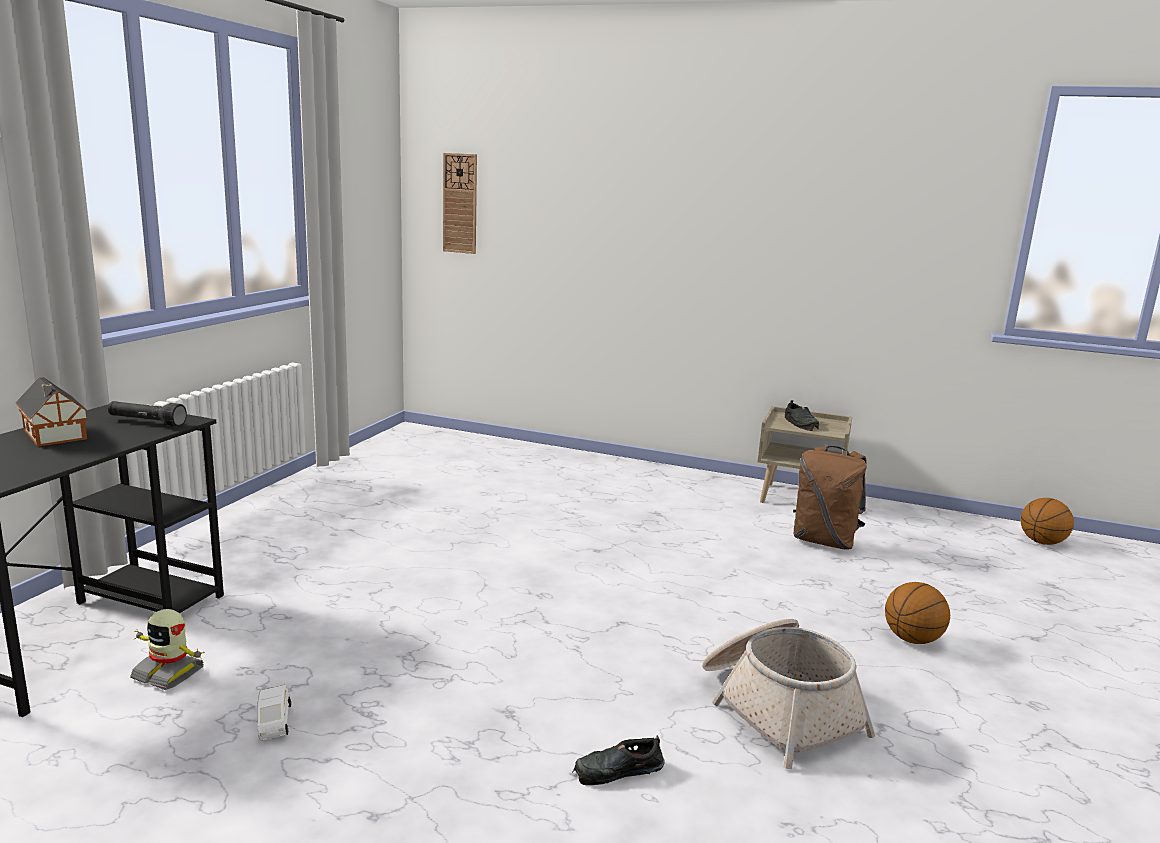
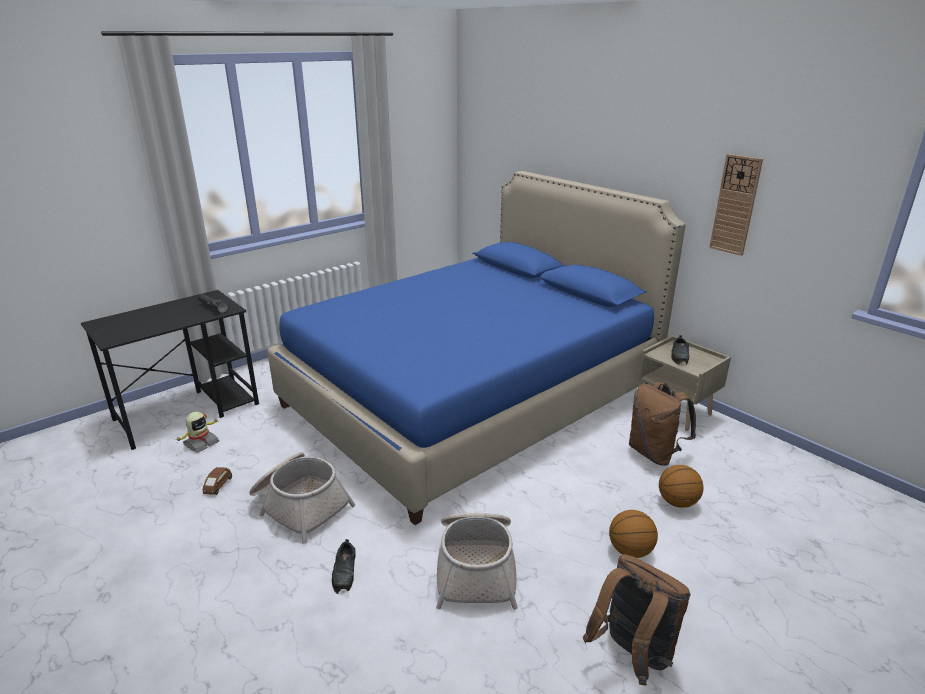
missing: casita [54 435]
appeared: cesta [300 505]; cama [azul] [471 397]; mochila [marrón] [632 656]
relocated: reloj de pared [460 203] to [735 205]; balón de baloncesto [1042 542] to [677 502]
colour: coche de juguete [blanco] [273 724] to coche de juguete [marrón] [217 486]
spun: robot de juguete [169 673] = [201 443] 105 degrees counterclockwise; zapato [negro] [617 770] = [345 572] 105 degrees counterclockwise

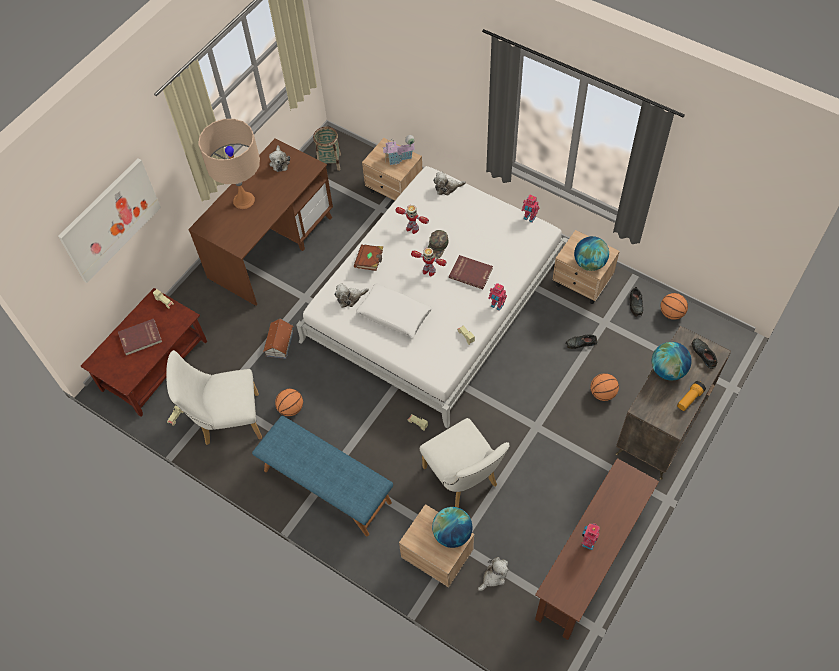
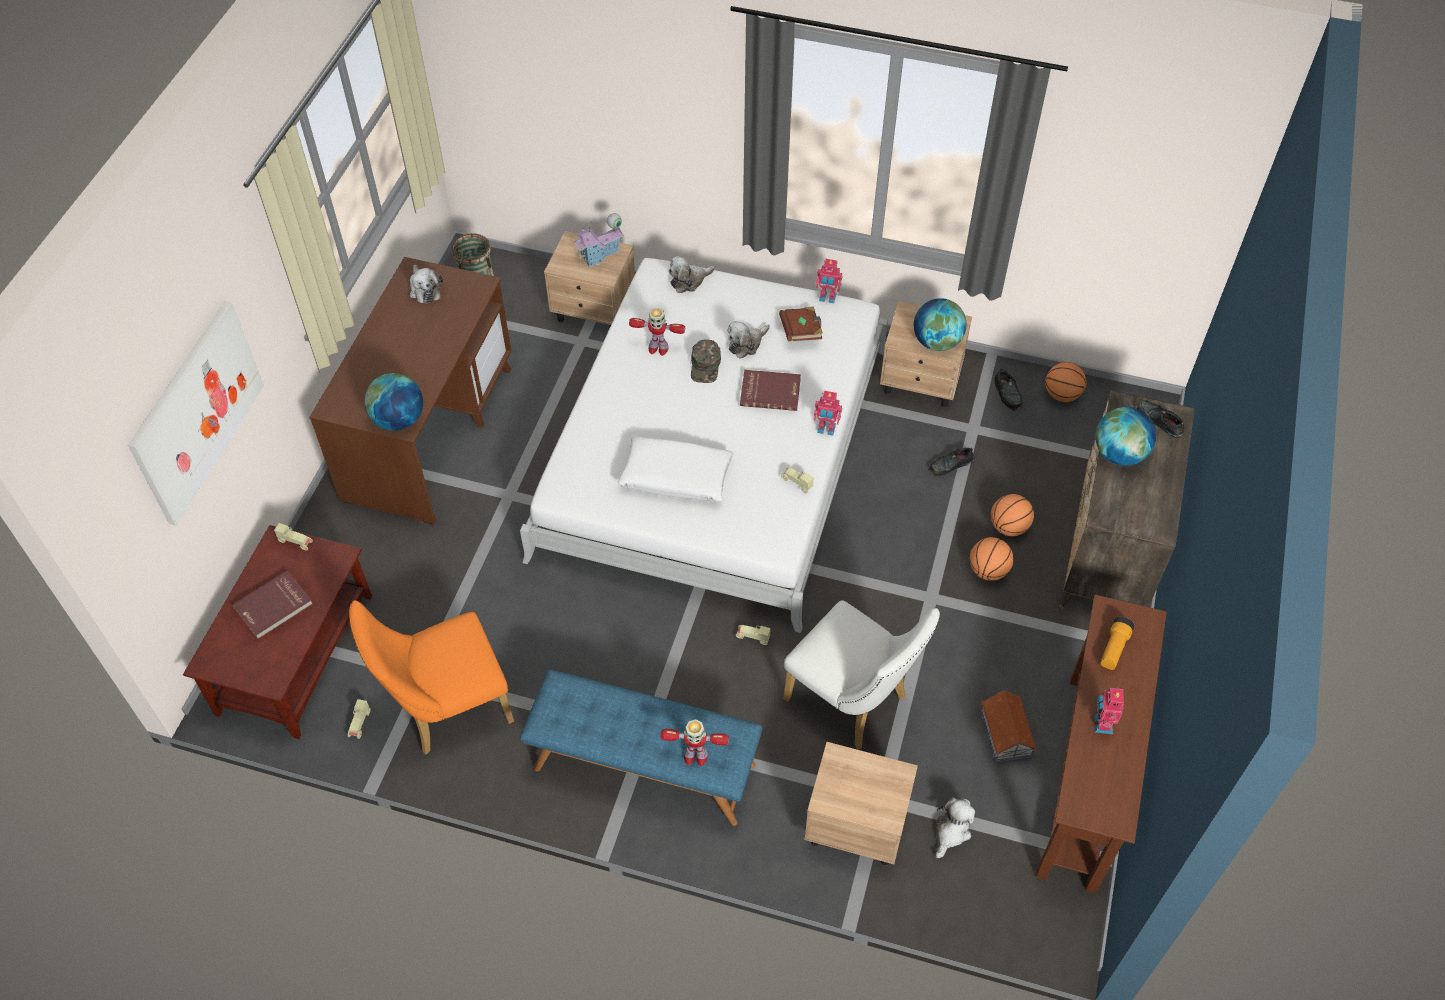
missing: lámpara de mesa [beis] [243 200]
relocated: casita [279 344] to [1005 734]; balón de baloncesto [291 408] to [988 571]; peluche [350 298] to [746 344]; libro [marrón] [370 261] to [801 332]; robot de juguete [428 271] to [695 756]; globo terráqueo [452 534] to [398 420]; linterna [689 399] to [1114 648]
colour: silla [blanco] [227 420] to silla [naranja] [446 708]

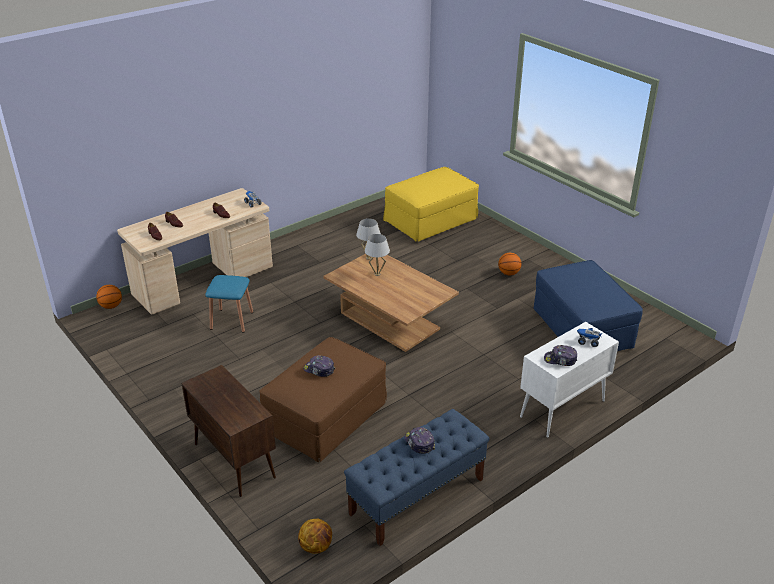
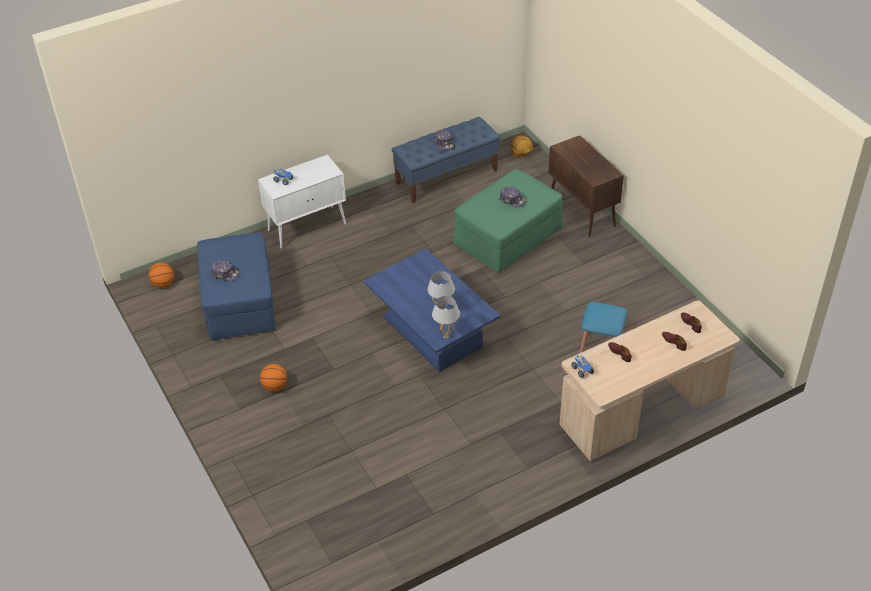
missing: puf [amarillo] [431 221]
relocated: balón de baloncesto [111 306] to [163 284]; gorra [560 360] to [225 274]
colour: puf [marrón] [326 418] to puf [verde] [507 238]; mesa de centro [marrón] [390 321] to mesa de centro [azul] [431 331]

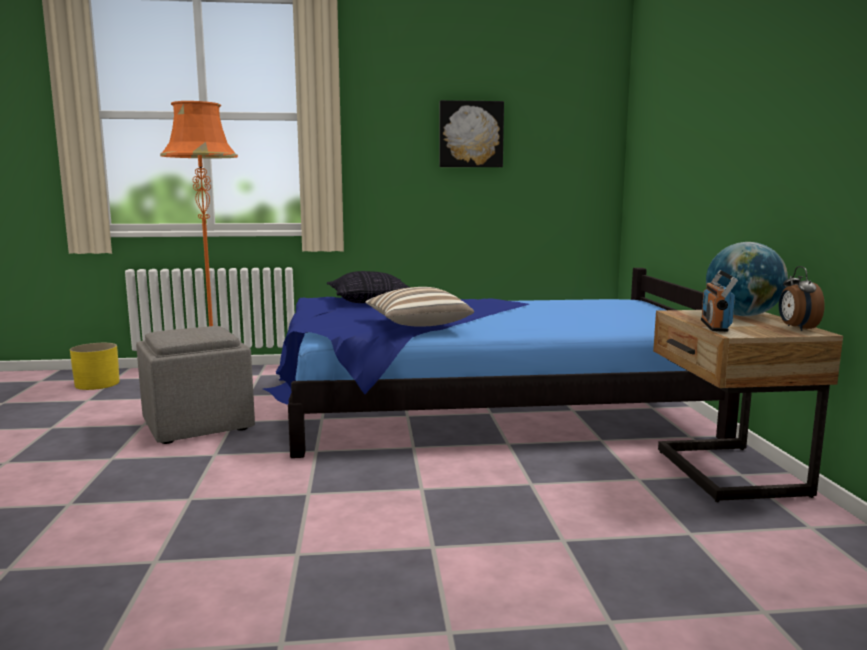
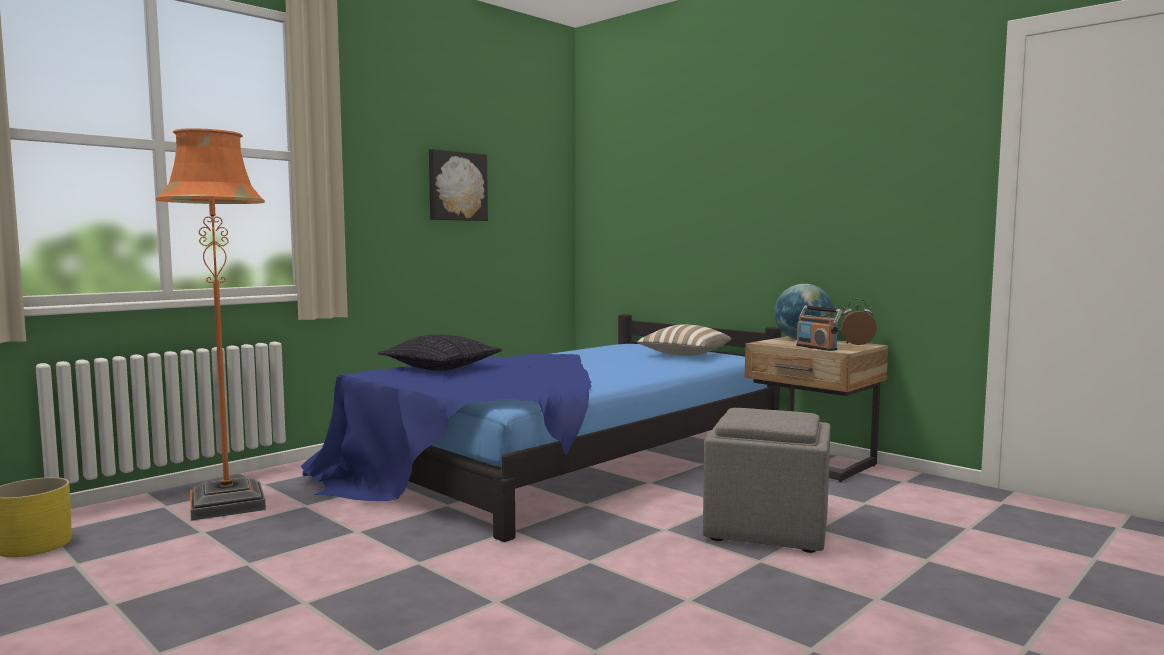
relocated: puf [gris] [198 424] to [766 528]; cojín [417 325] to [684 355]
spun: despertador [796 328] = [856 344] 135 degrees clockwise

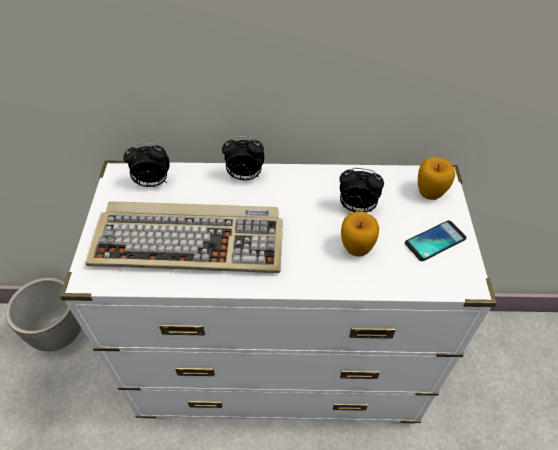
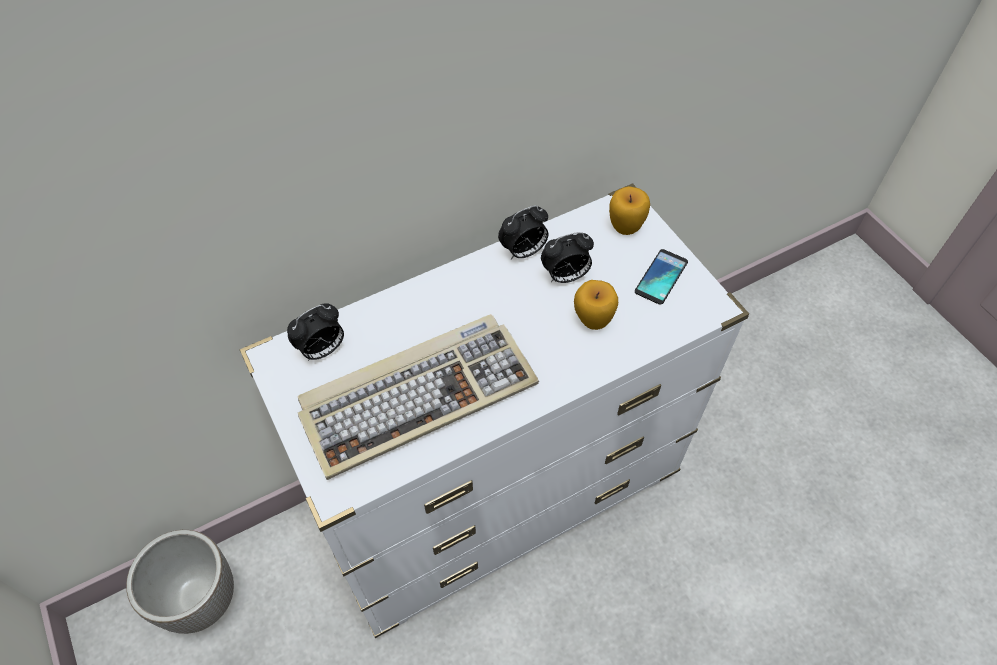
relocated: despertador [244 176] to [523 252]

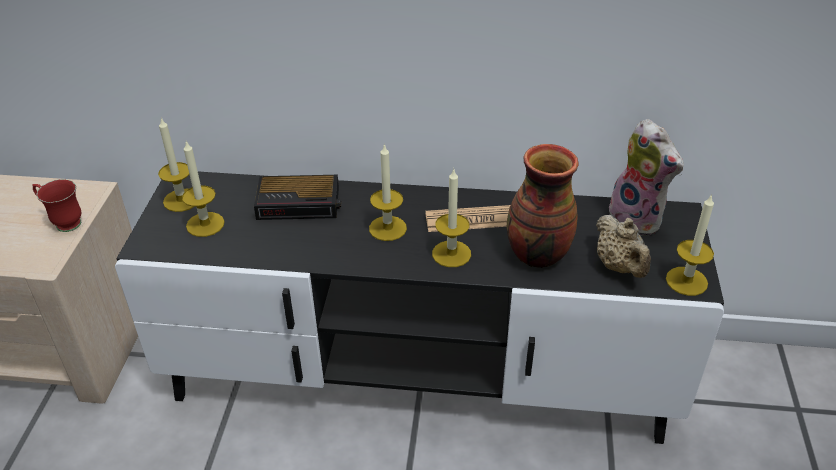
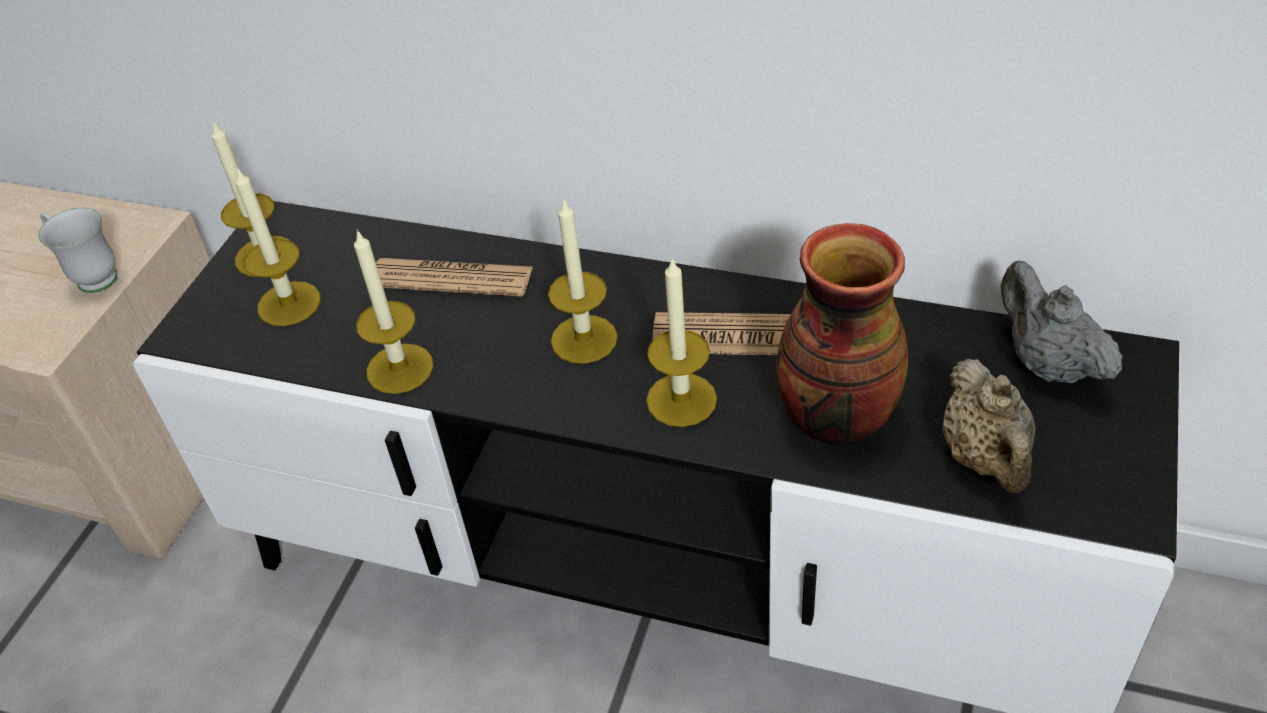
relocated: vela [686 281] to [400 368]
exchanged: despertador [300 203] to periódico [451 278]; peluche [638 219] to tetera [gris] [1047 363]
colour: taza grande [rojo] [63 222] to taza grande [blanco] [90 276]

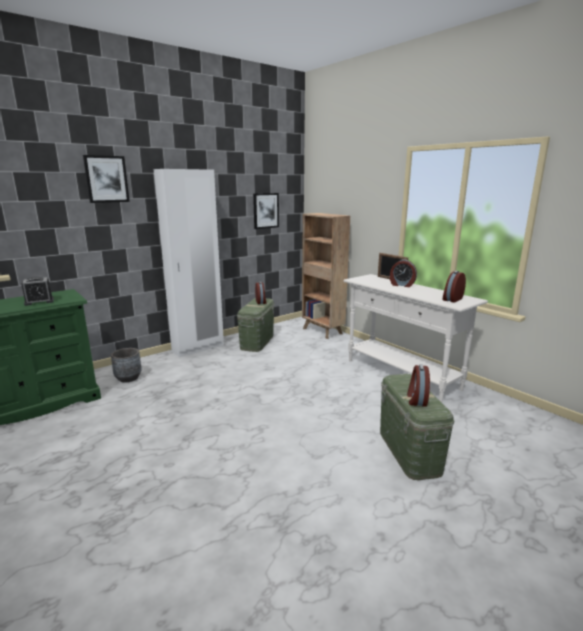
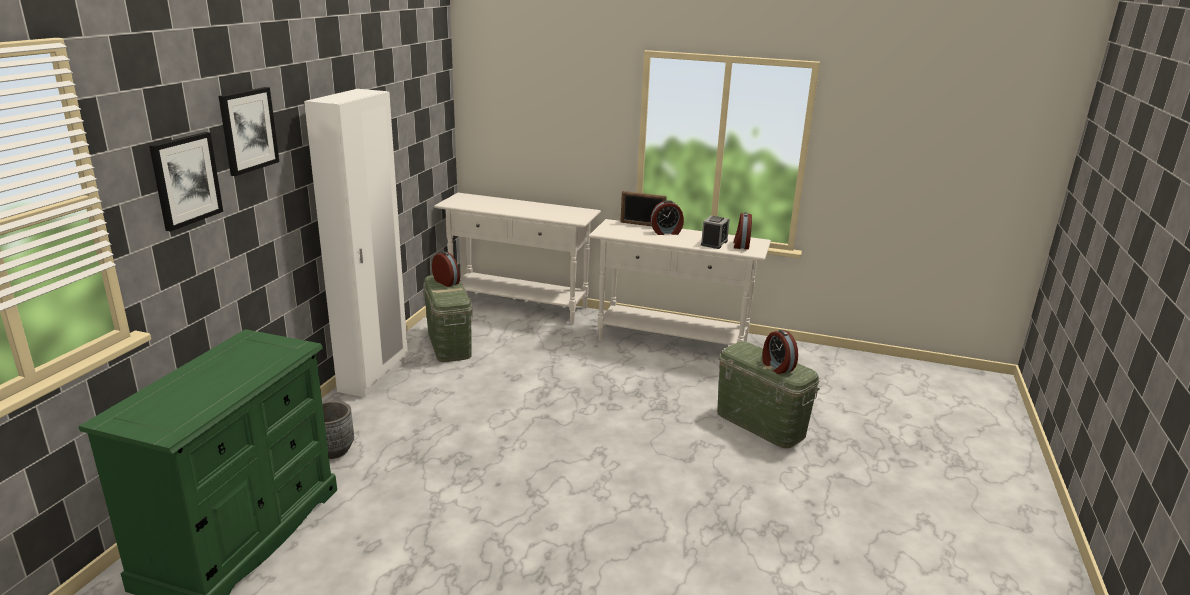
relocated: despertador [39 301] to [714 243]; cuadro [265 210] to [186 180]
exchanged: estantería [marrón] [323 331] to mesa consola [blanco] [519 306]

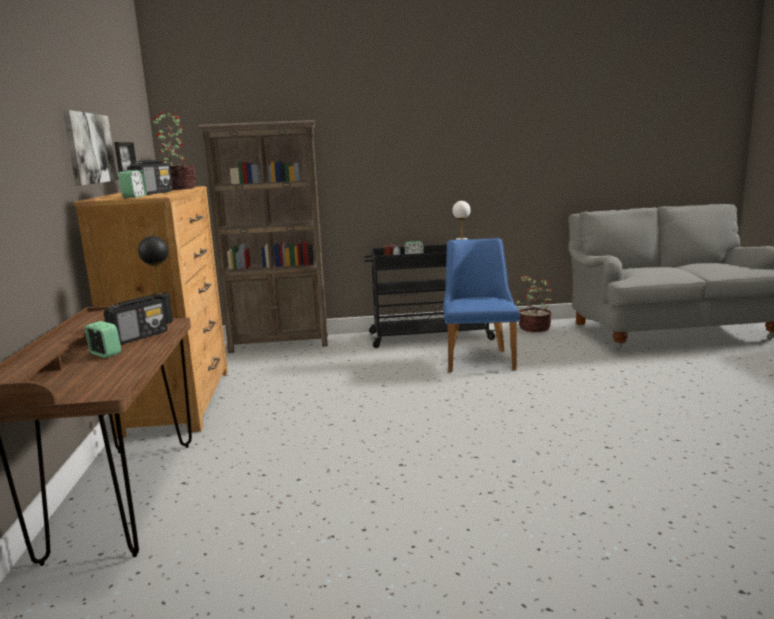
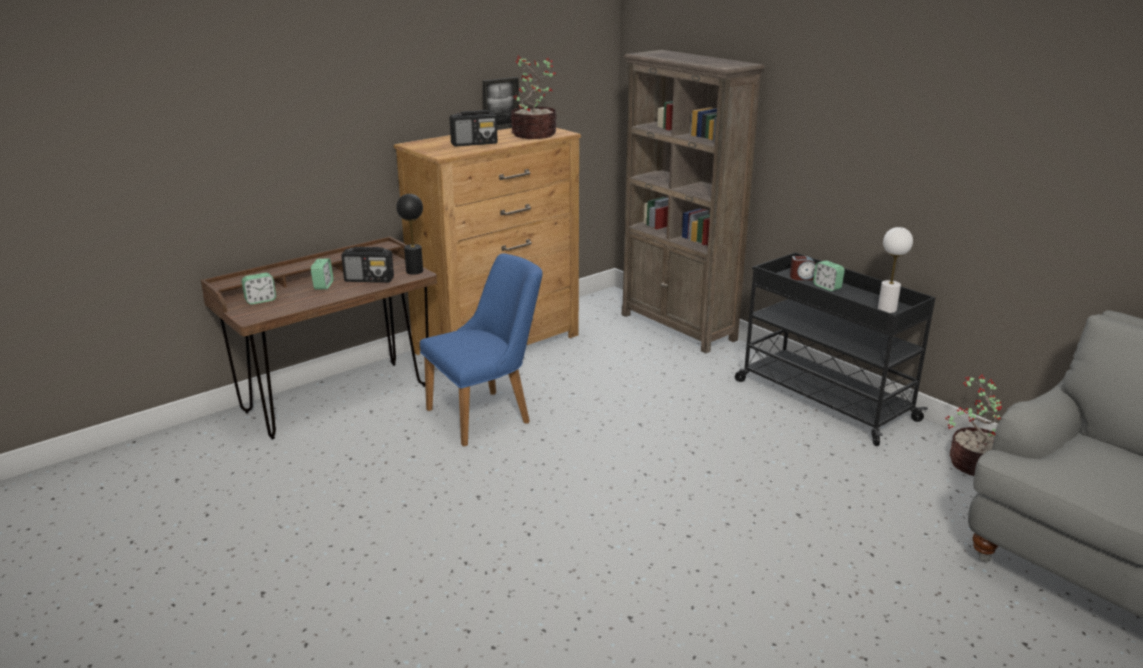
missing: cuadro [89 148]
relocated: despertador [134 197] to [260 300]; silla [azul] [478 358] to [488 414]

